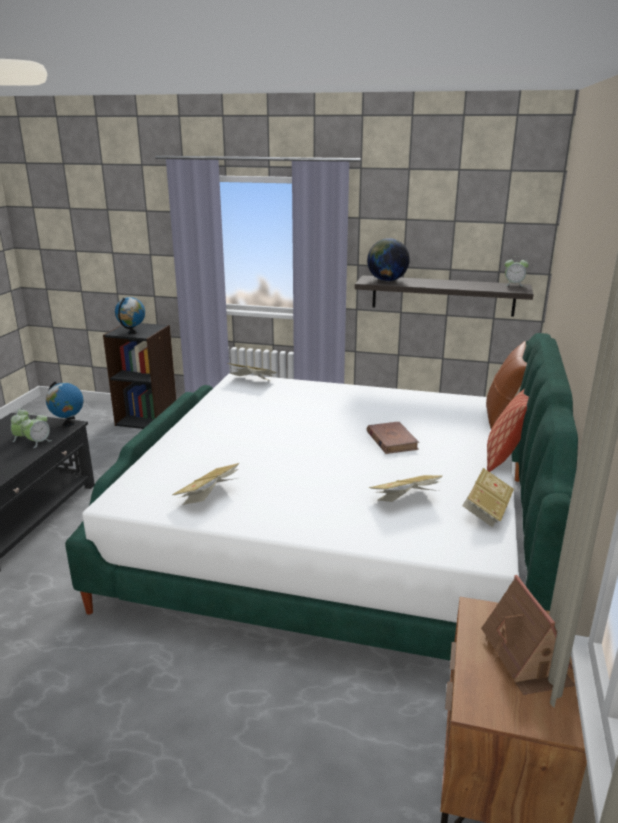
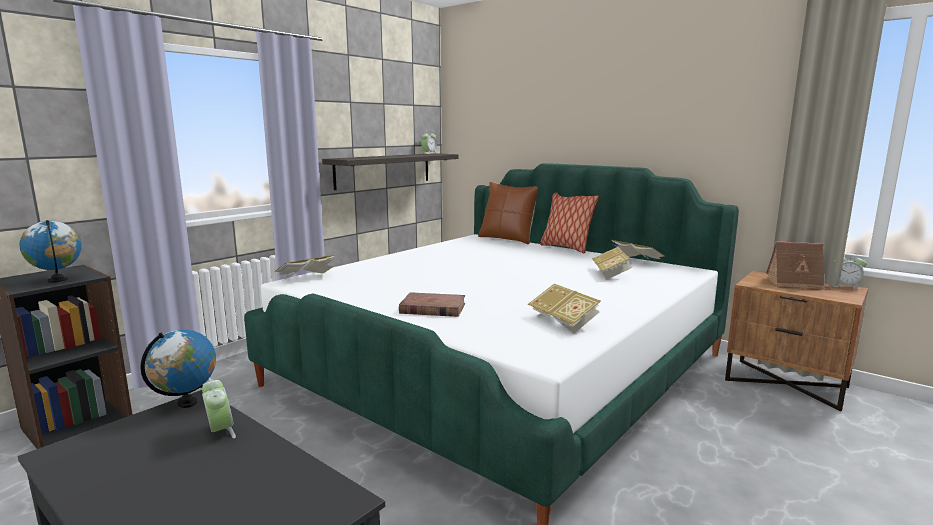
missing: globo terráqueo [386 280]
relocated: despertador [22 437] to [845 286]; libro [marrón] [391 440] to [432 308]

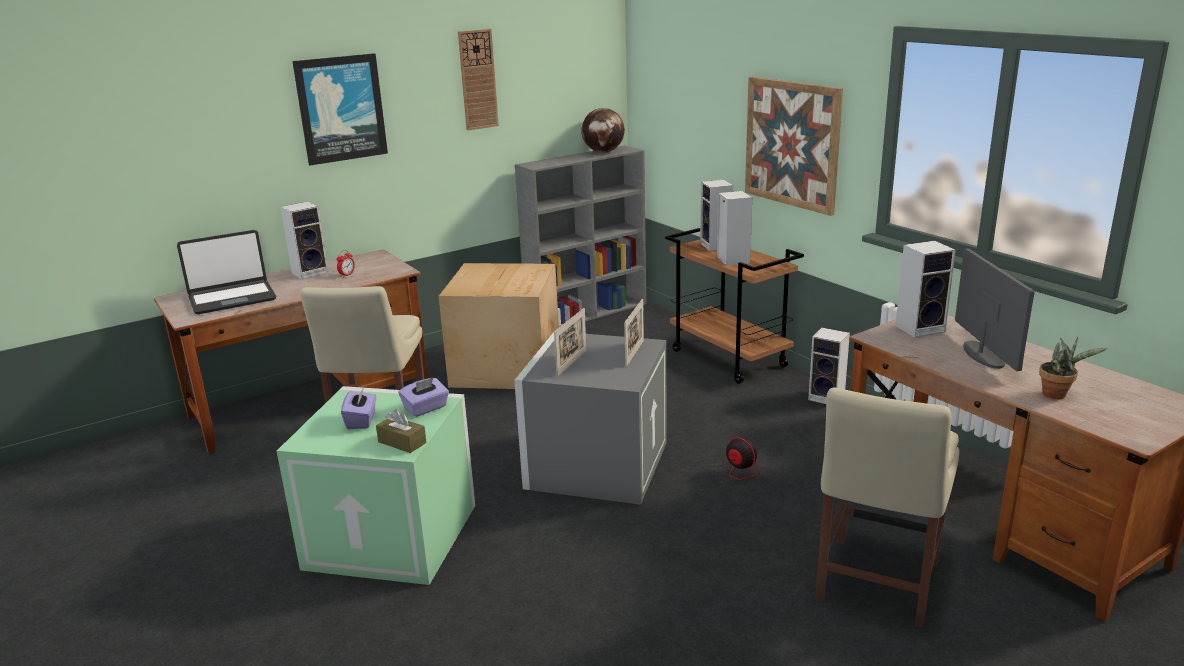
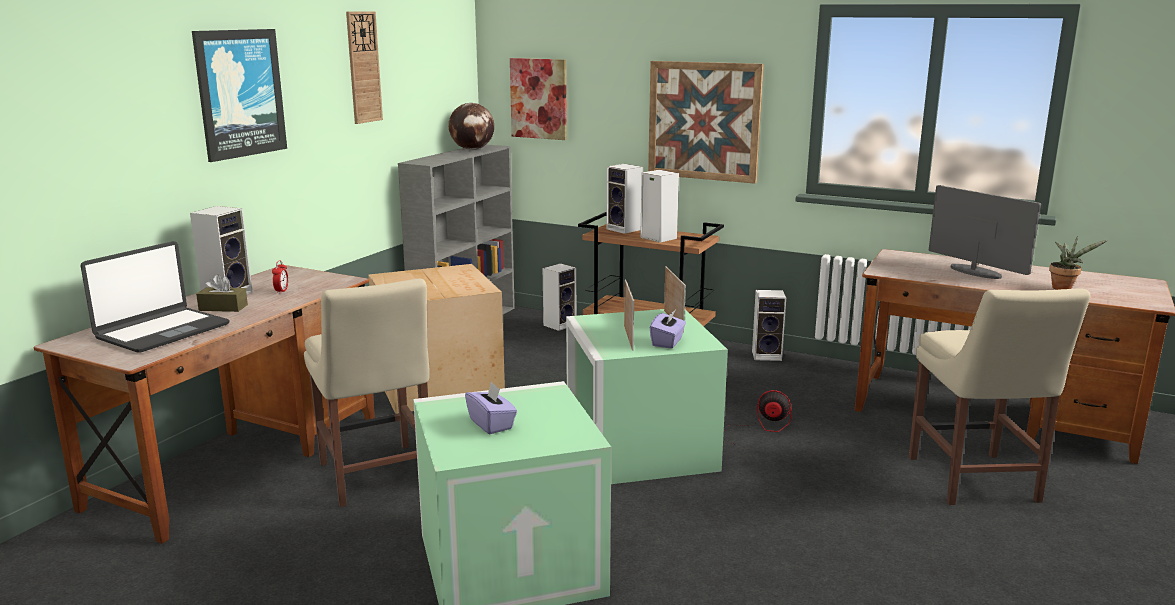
appeared: cuadro [539 98]
relocated: caja de pañuelos [marrón] [402 442] to [223 307]; caja de pañuelos [morado] [426 409] to [667 342]; altavoz [921 328] to [560 324]
colour: caja de almacenaje [gris] [596 463] to caja de almacenaje [verde] [637 448]

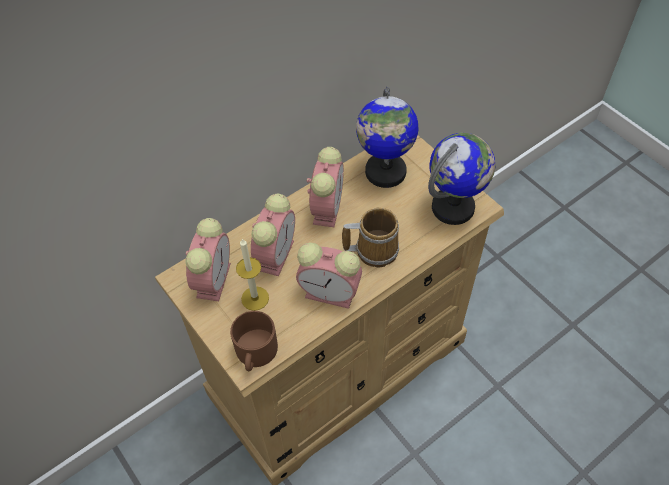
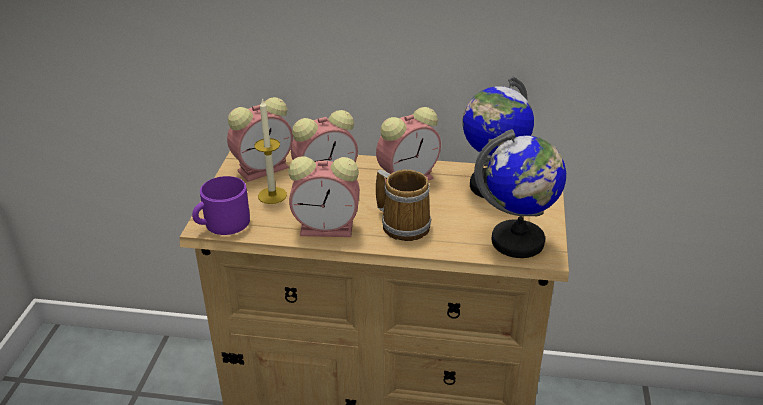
colour: taza grande [marrón] [255 353] to taza grande [morado] [222 223]
spun: despertador [332 293] = [329 228] 60 degrees counterclockwise

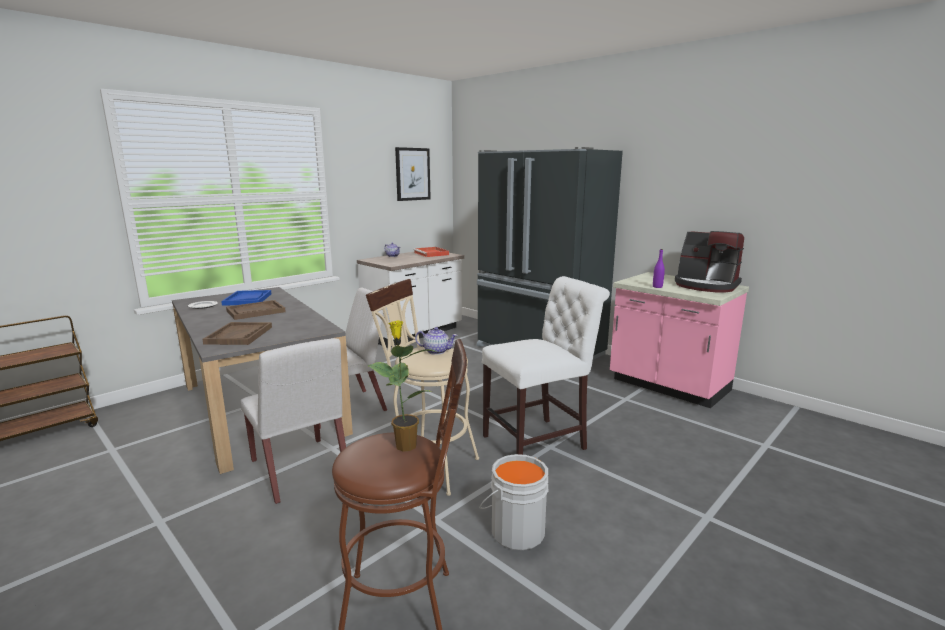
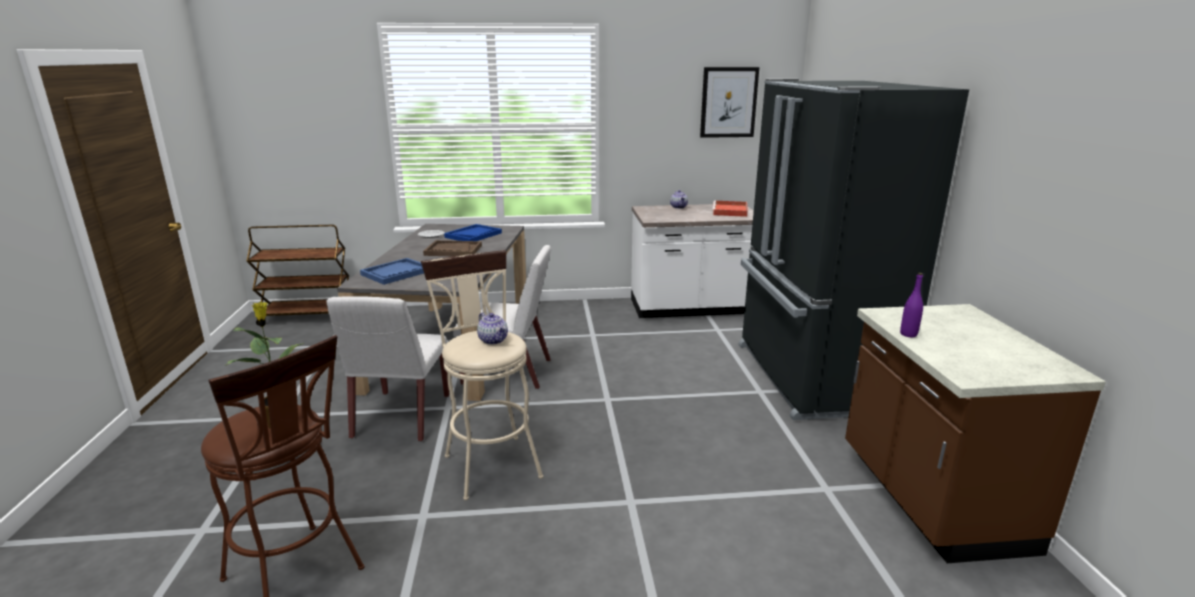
missing: cubo [gris] [516 530]; silla [blanco] [539 441]; cafetera [706 285]
colour: bandeja [marrón] [239 335] to bandeja [azul] [396 273]; mueble bajo de cocina [rosa] [668 386] to mueble bajo de cocina [marrón] [930 500]

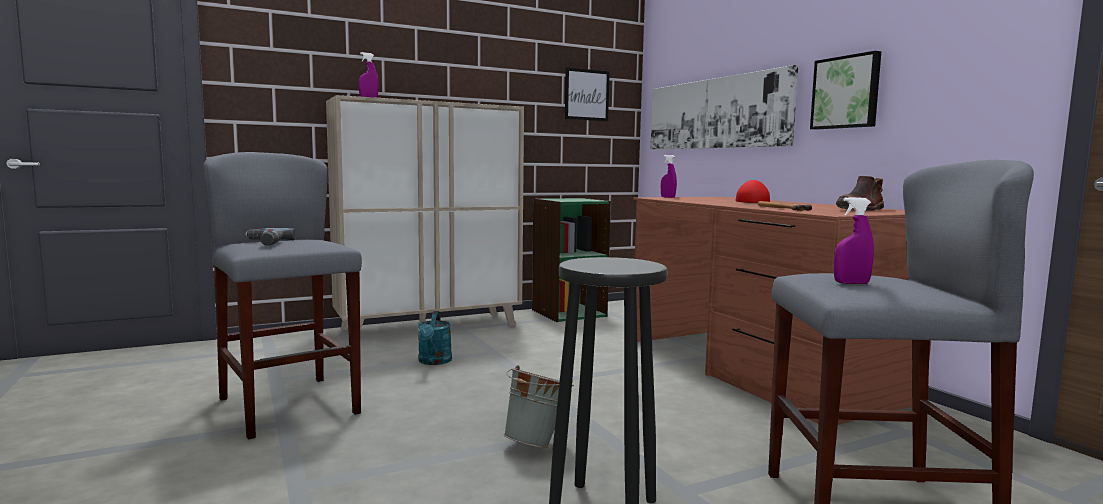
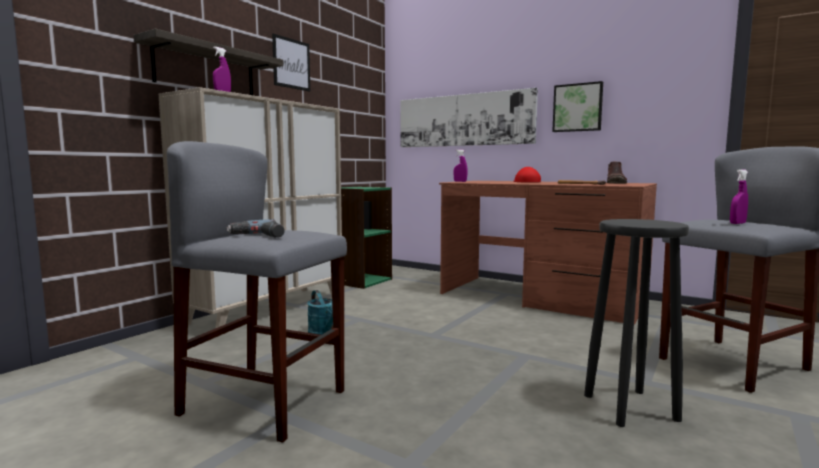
missing: cubo [gris] [537 443]
appeared: estante [206 70]
relocated: cuadro [586 95] to [291 64]

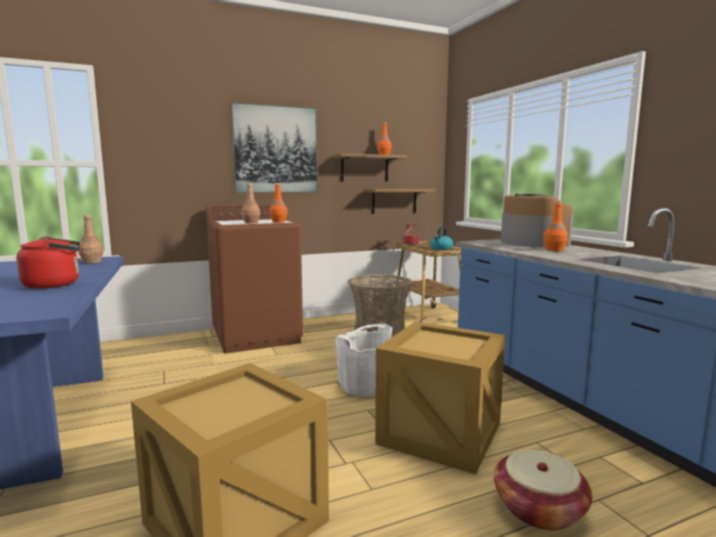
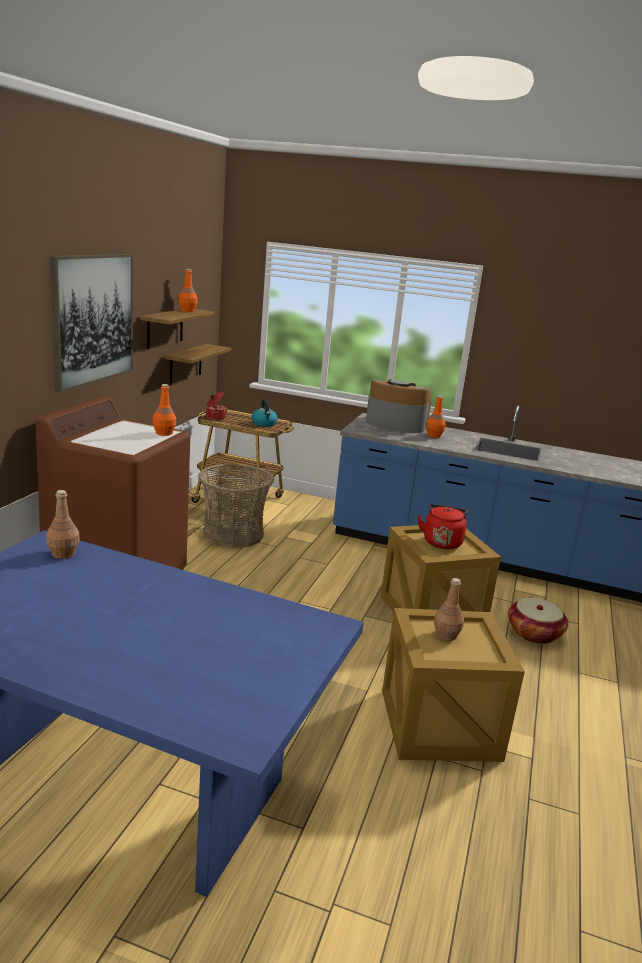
missing: cubo [blanco] [365 385]
relocated: hervidor [rojo] [55 284] to [442 542]; botella [marrón] [251 223] to [445 635]

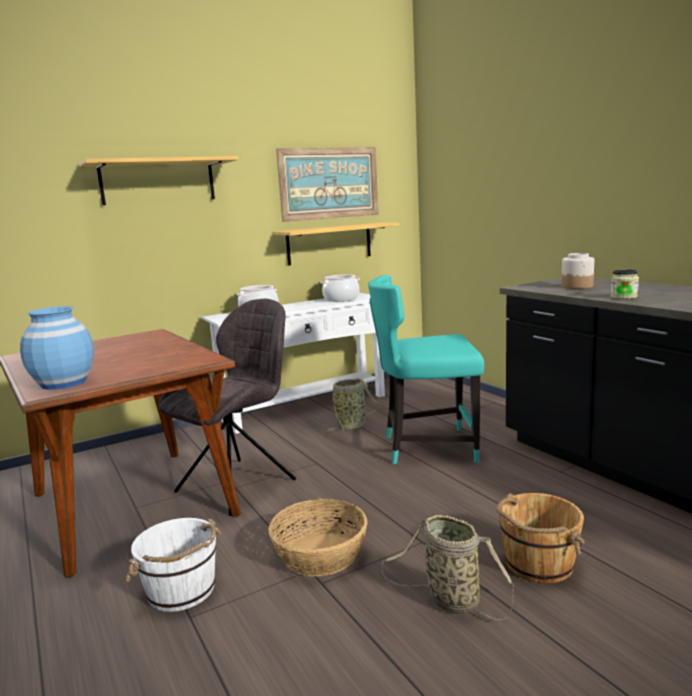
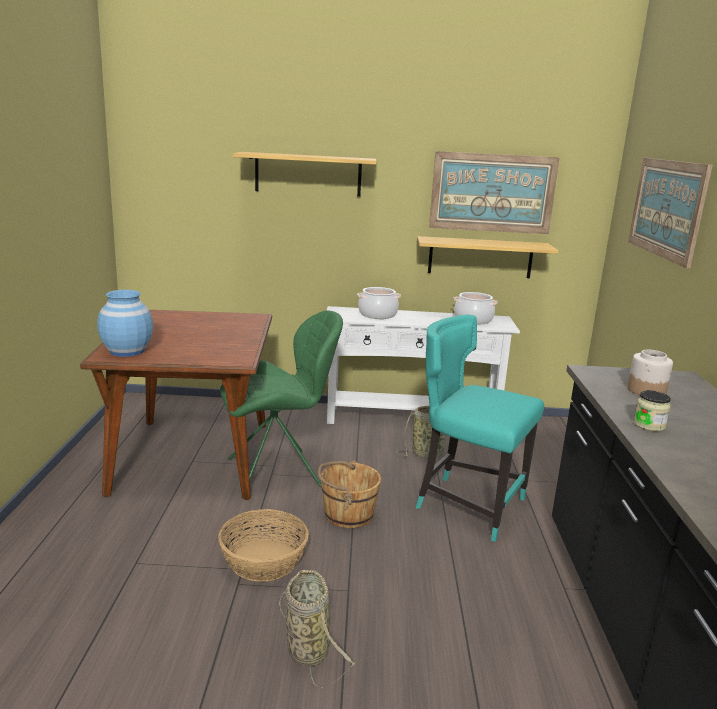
missing: cubo [blanco] [182 591]
appeared: cuadro [666 208]
relocated: cubo [marrón] [537 564] to [347 514]
colour: silla [gris] [239 484] to silla [verde] [278 472]

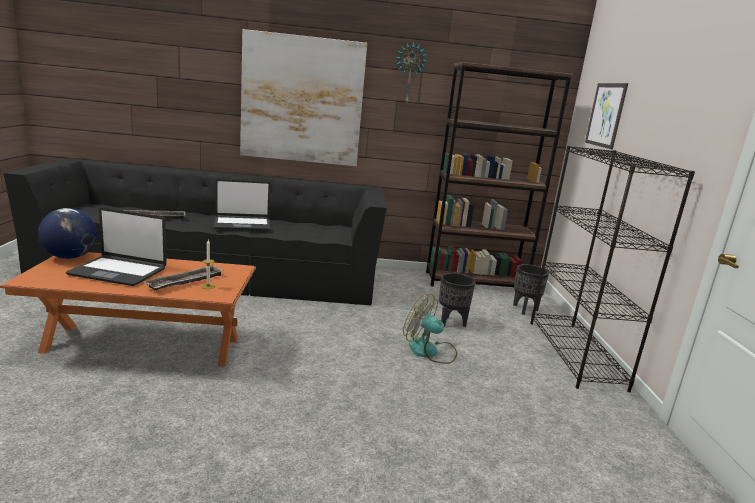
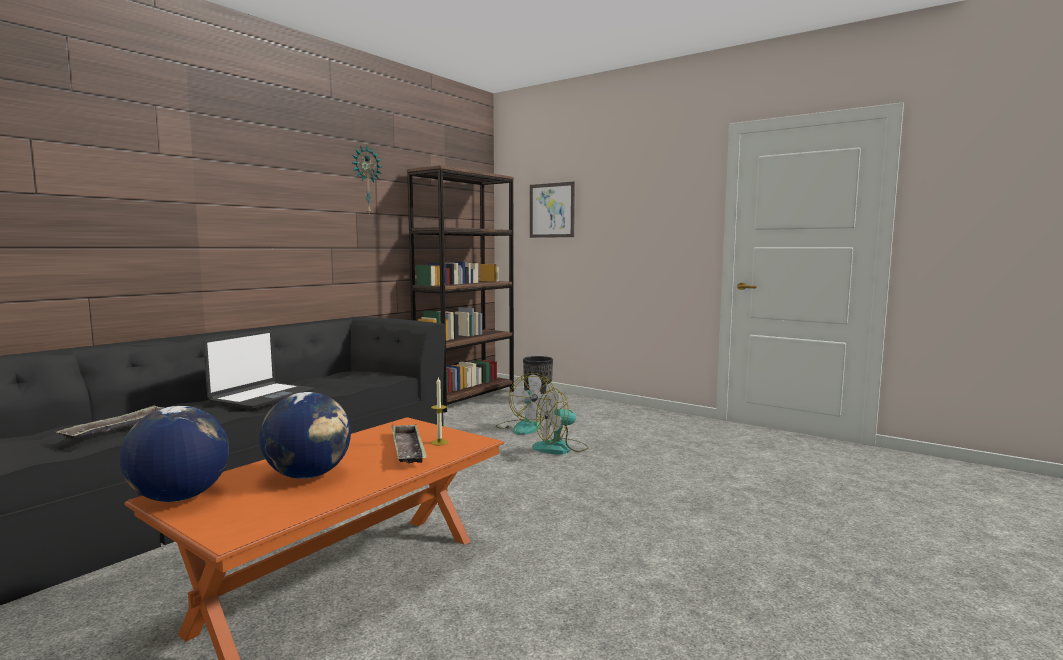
missing: cuadro [302 100]; estantería [negro] [575 354]
exchanged: portátil [119 271] to globo terráqueo [309 475]; maceta [negro] [451 323] to ventilador [524 427]

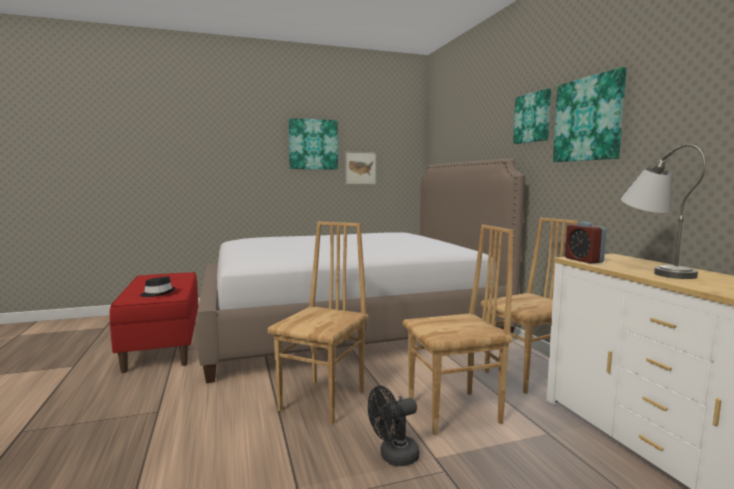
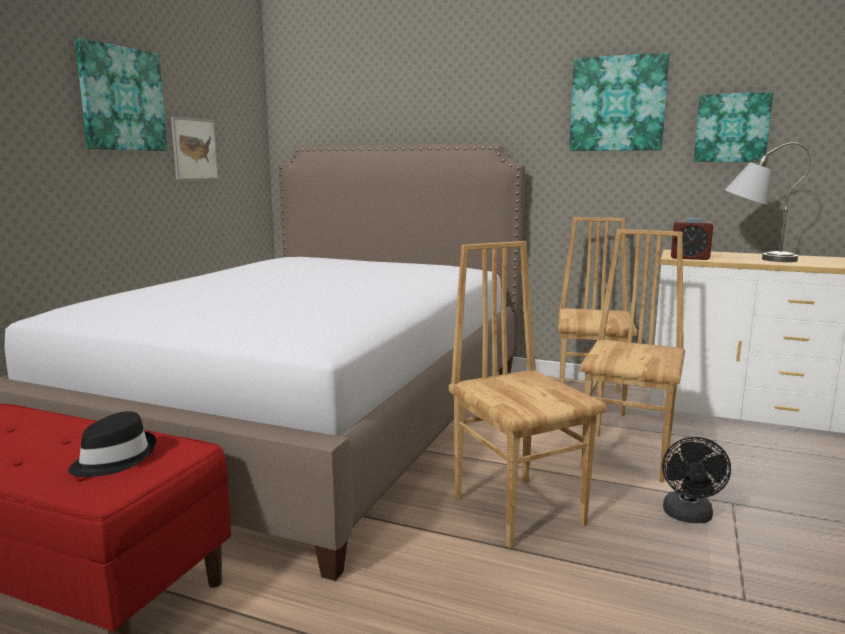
relocated: cuadro [533 118] to [731 128]

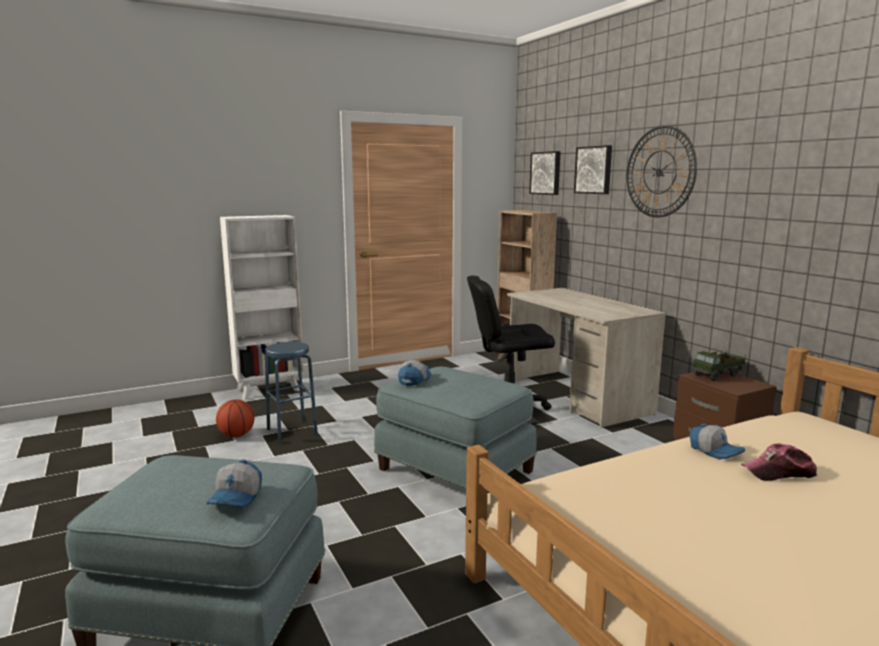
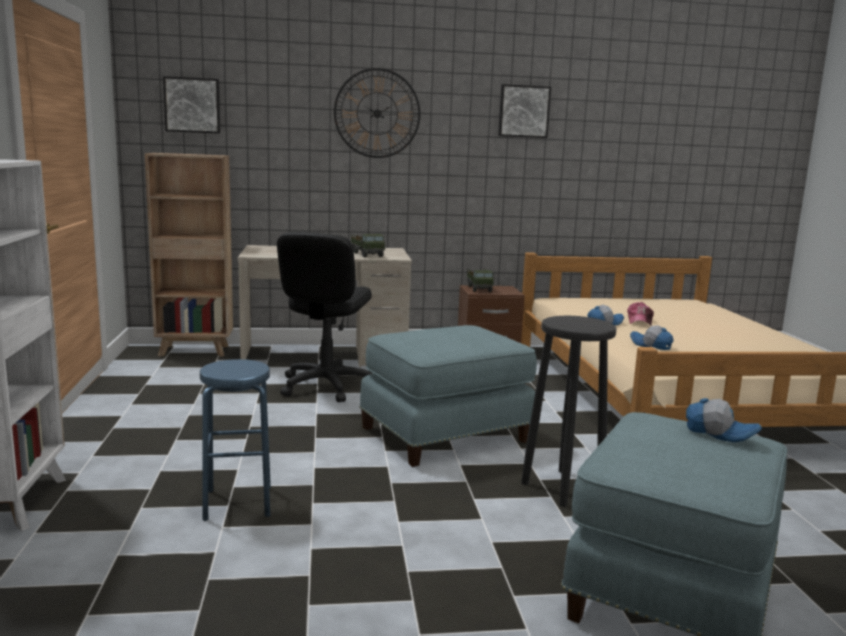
missing: balón de baloncesto [236 435]
appeared: camión de juguete [367 254]; taburete [negro] [563 487]
relocated: gorra [414 379] to [650 345]; cuadro [594 170] to [523 111]

